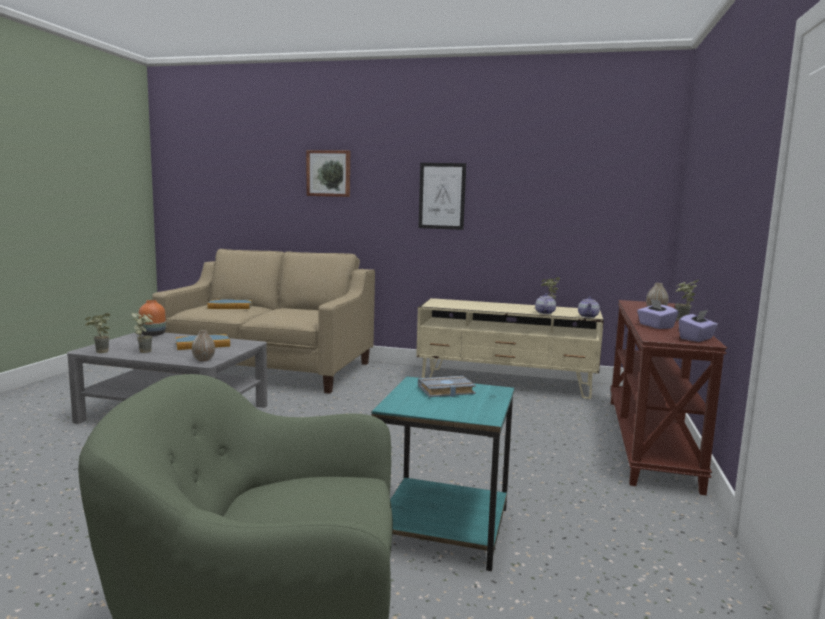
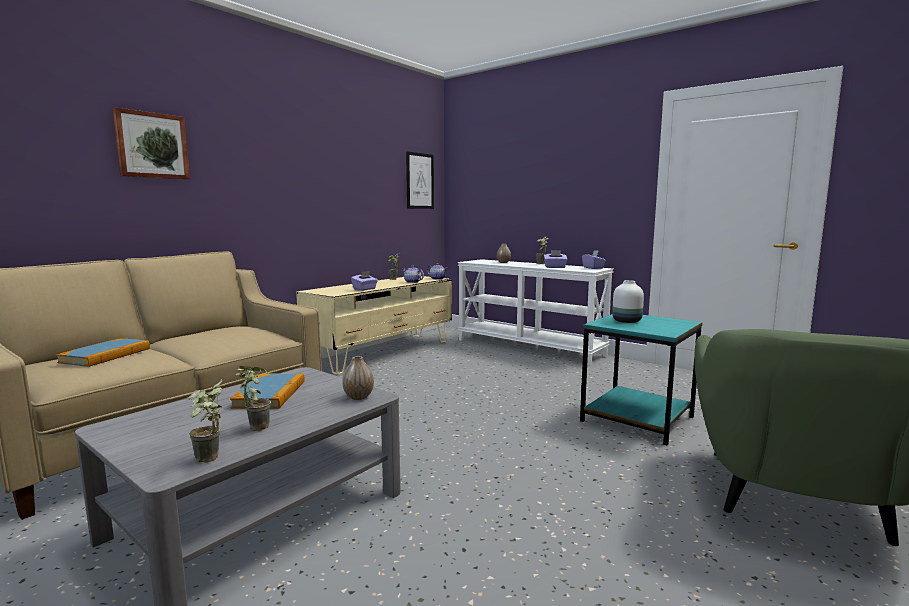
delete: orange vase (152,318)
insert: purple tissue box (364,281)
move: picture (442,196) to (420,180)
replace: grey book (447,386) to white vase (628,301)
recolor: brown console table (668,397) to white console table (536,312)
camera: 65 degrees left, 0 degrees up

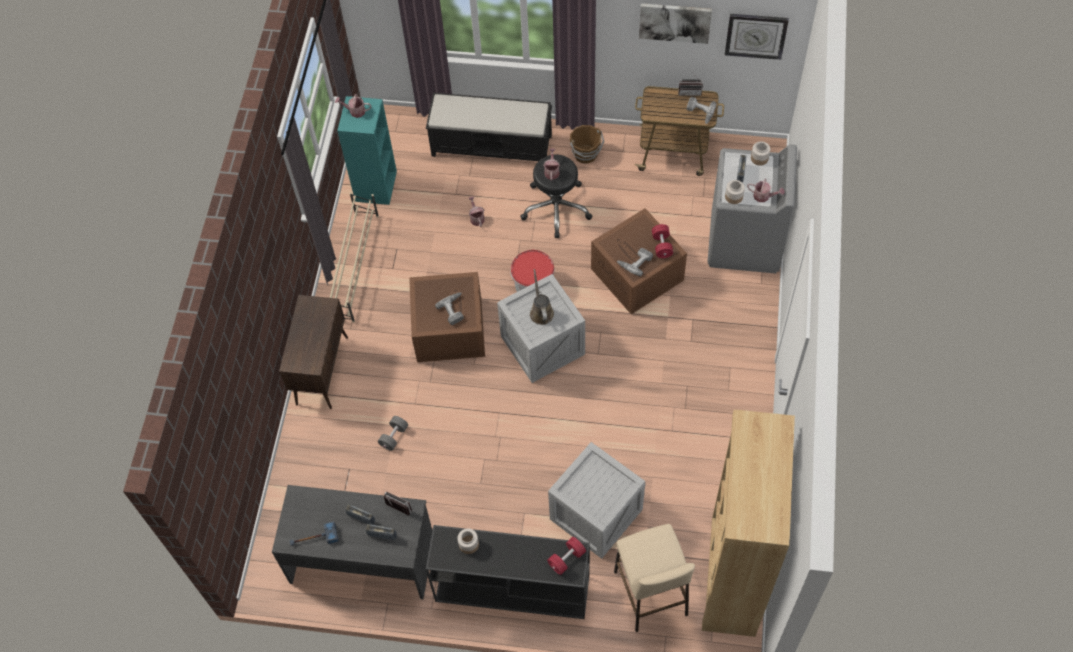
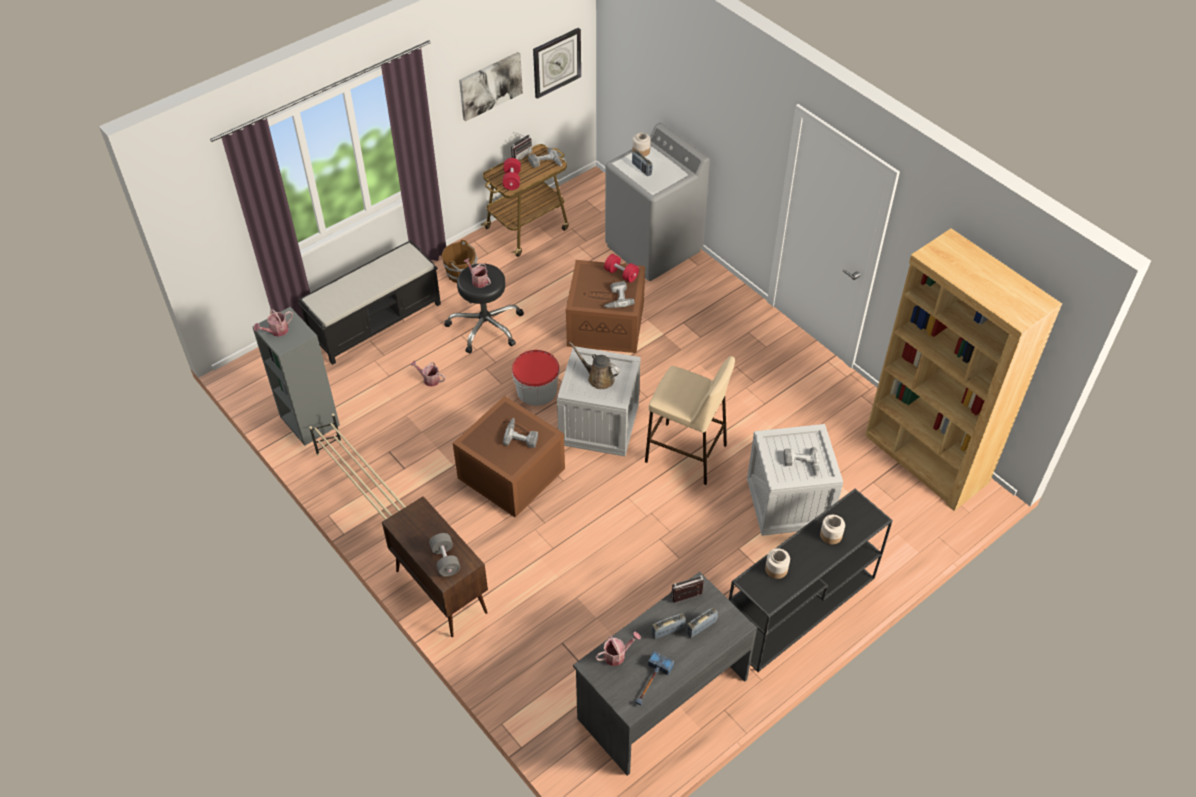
insert: power drill (801,462)
move: watering can (766,190) to (618,649); jar (735,192) to (832,529); grey dumbbell (393,433) to (444,555); beige stool (654,578) to (690,420); red dumbbell (566,556) to (512,174)
recolor: turquoise bookcase (367,150) to grey bookcase (296,376)
camera: 50 degrees left, 10 degrees down

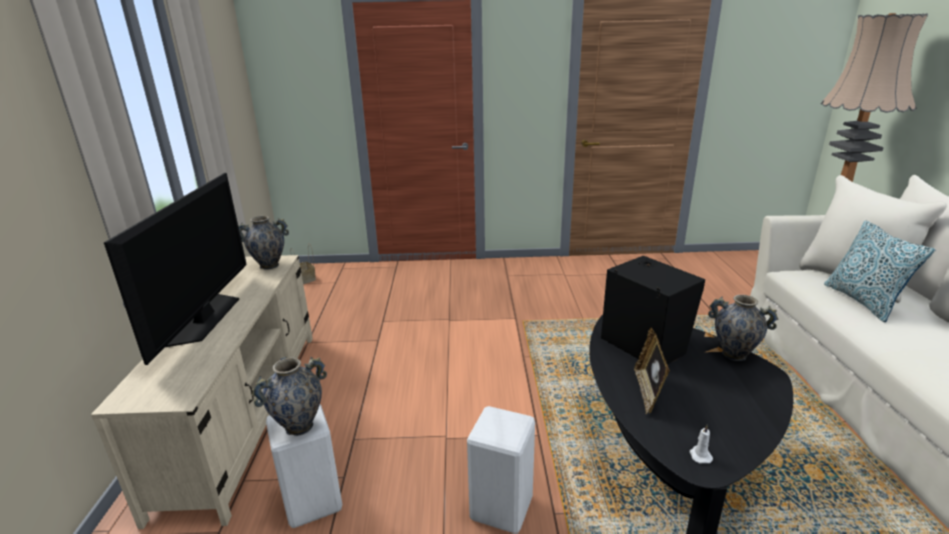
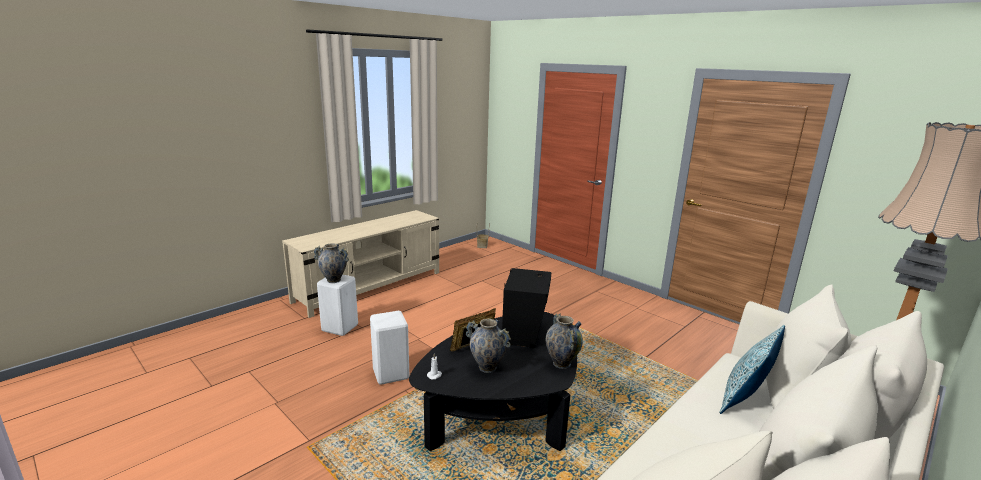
delete: television (175,269)
move: vase (263,242) to (488,346)
camera: 45 degrees right, 5 degrees down

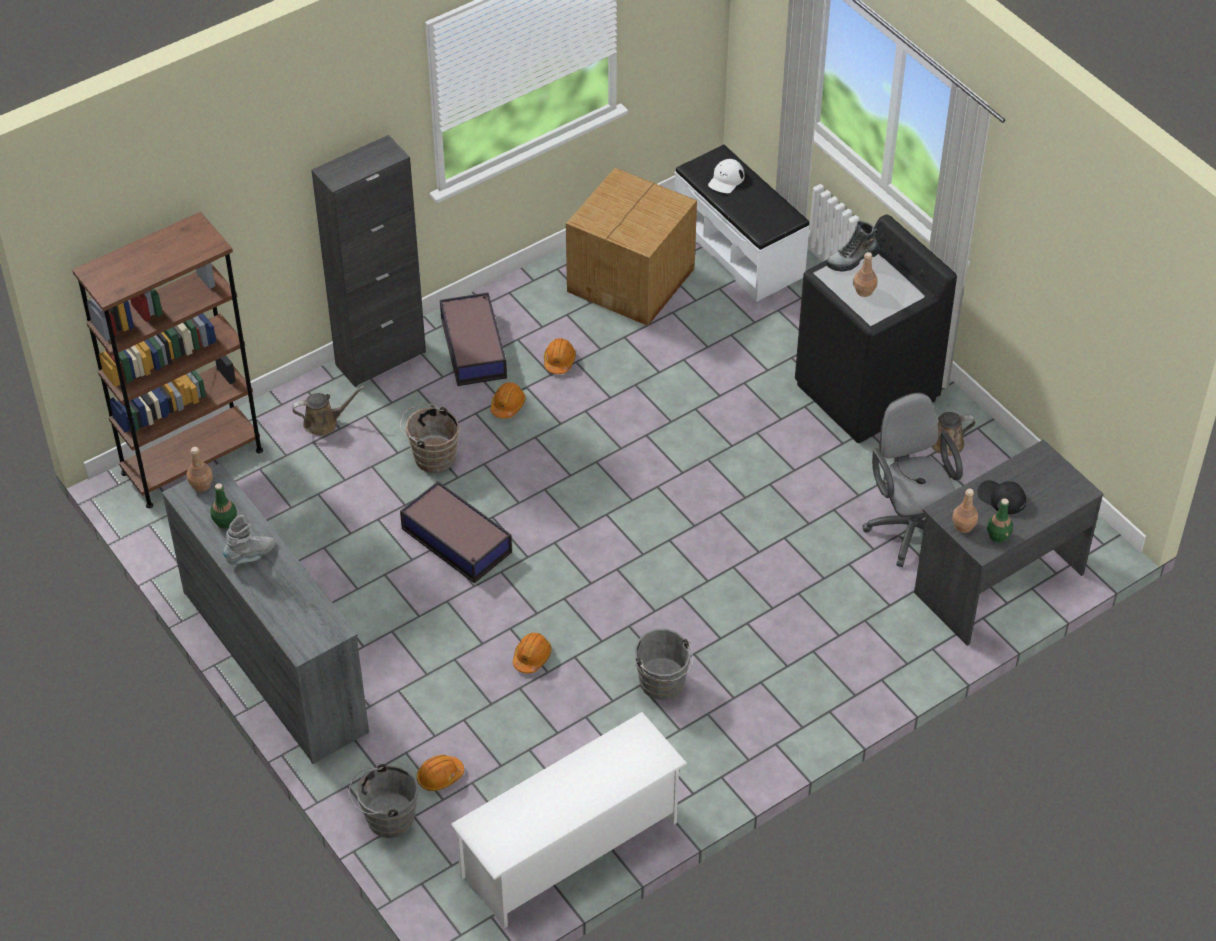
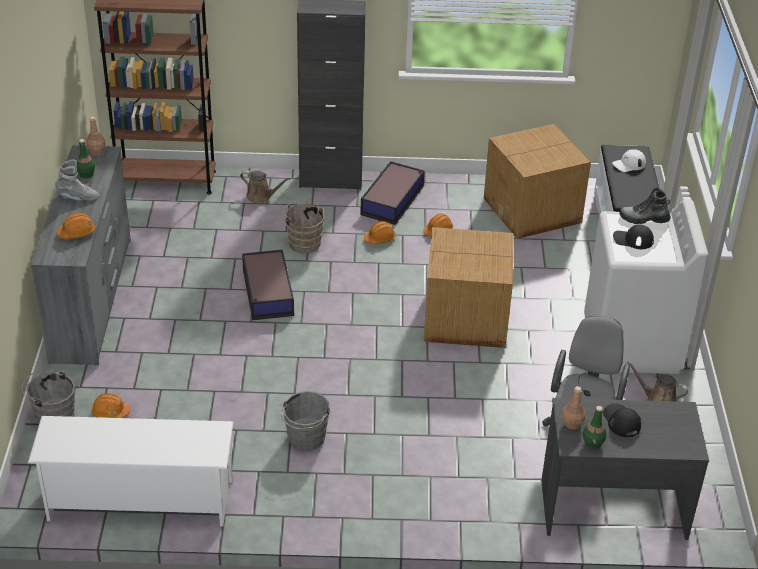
insert: cardboard box (468,287)
move: orange hard hat (532,653) to (76,226)
replace: brown bottle (865,274) to black cap (633,236)
recolor: black washing machine (876,328) to white washing machine (646,286)
camera: 35 degrees right, 10 degrees down

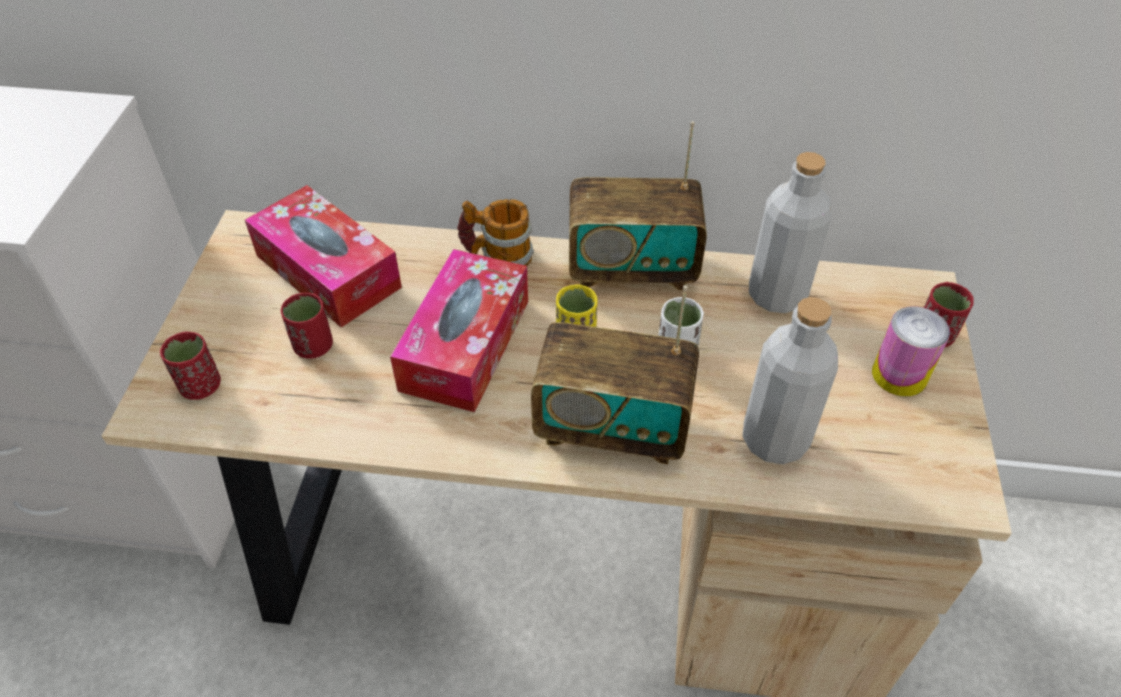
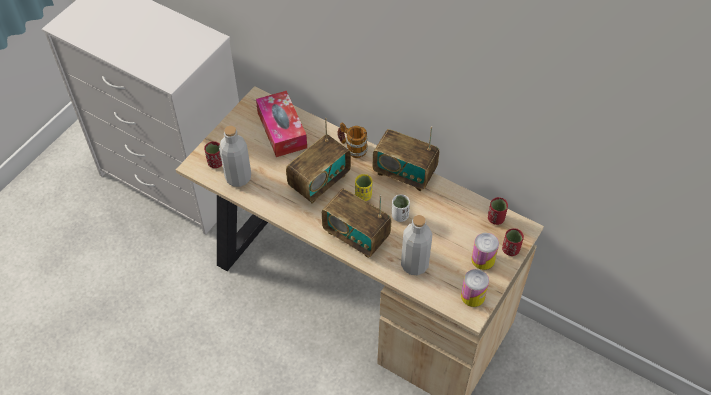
insert: can (475,288)
move: grey bottle (790,232) to (235,156); red cup (307,326) to (498,211)
replace: tissue box (459,330) to radio (318,161)
camera: 25 degrees right, 5 degrees up

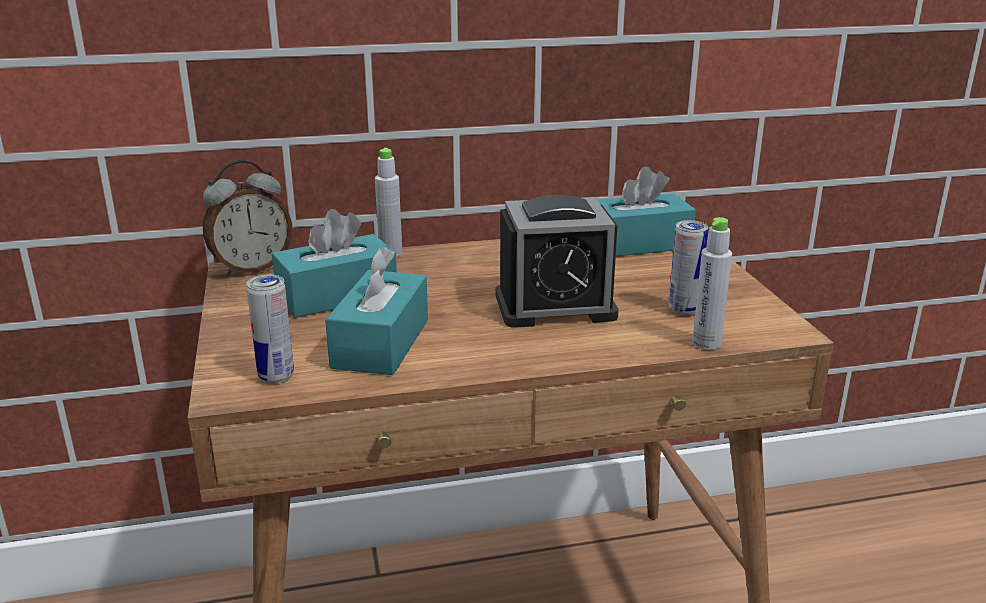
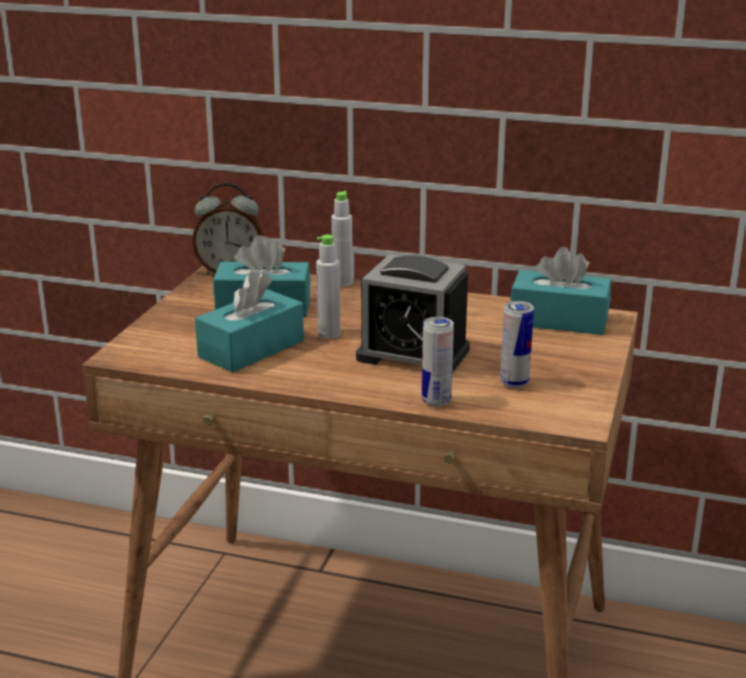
move: grey bottle (712,283) to (328,287); can (270,329) to (438,362)
camera: 30 degrees right, 0 degrees up

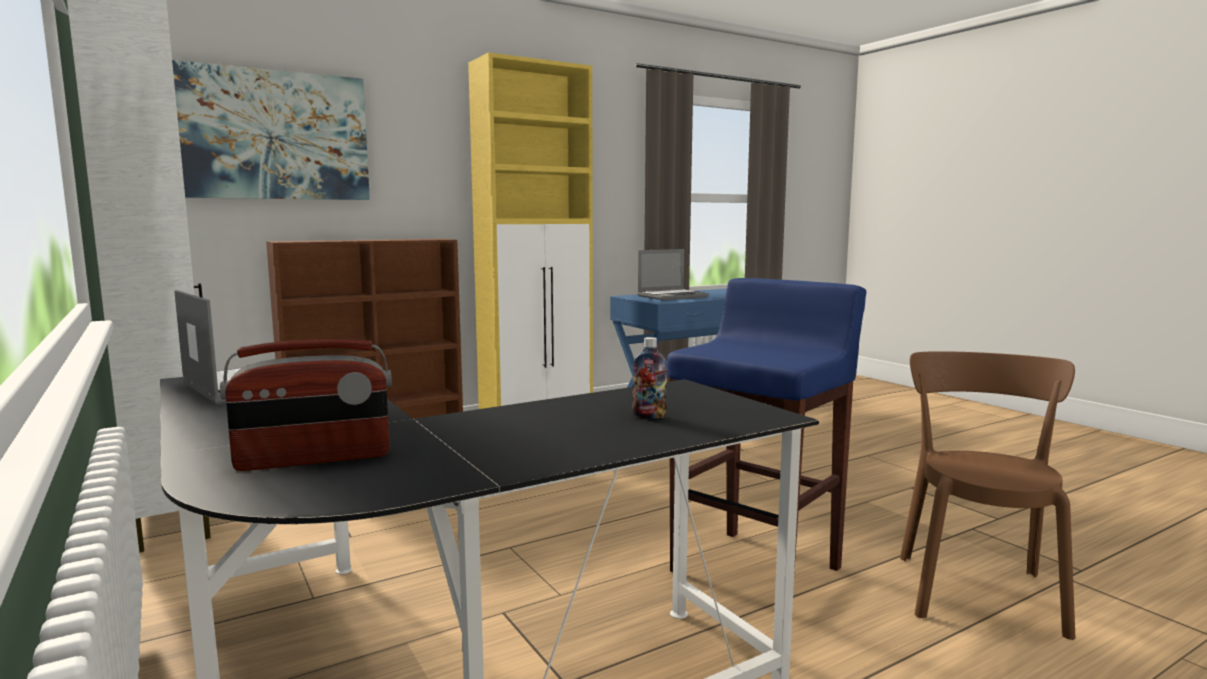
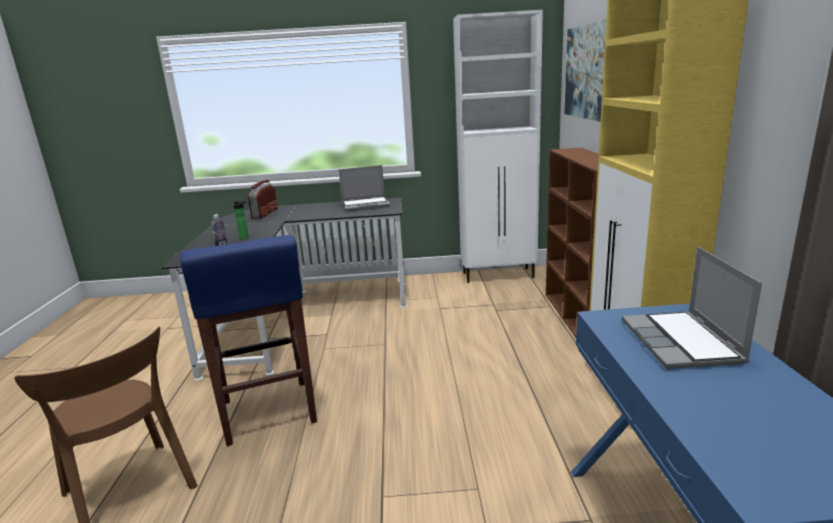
insert: bottle (241,220)
camera: 120 degrees right, 10 degrees up

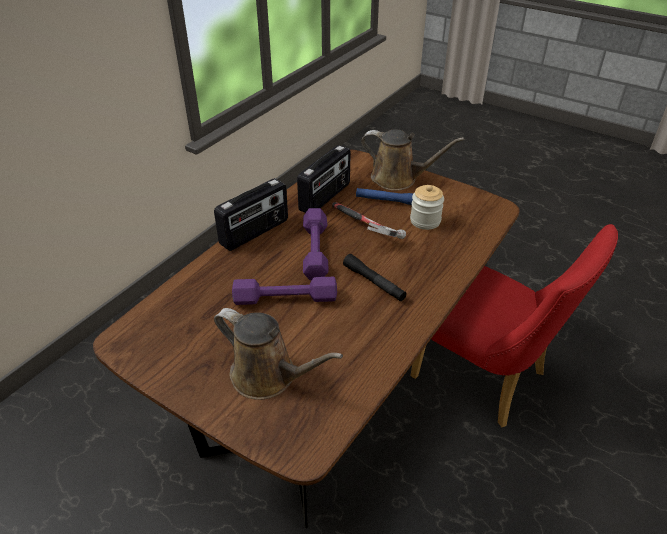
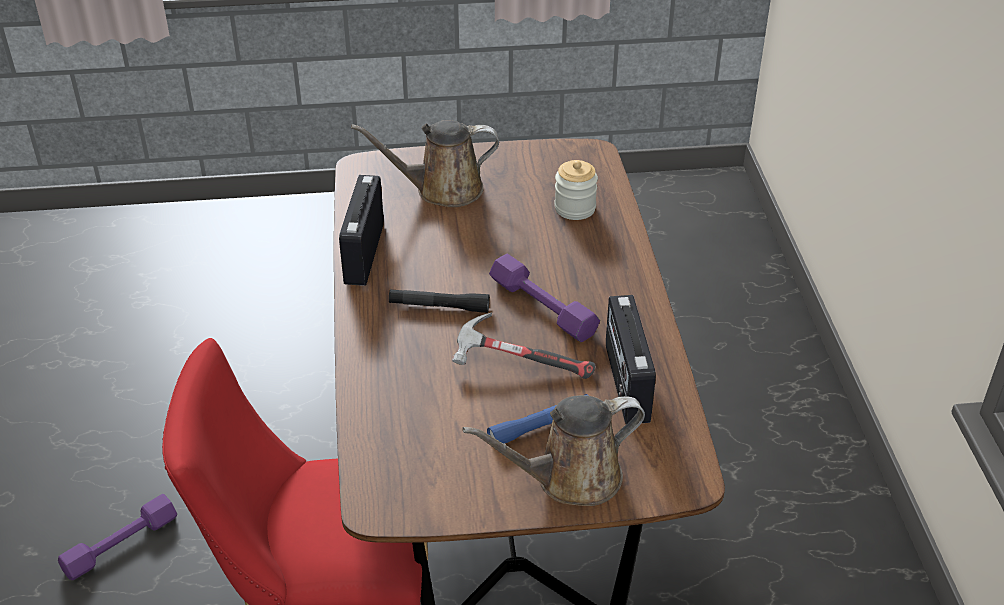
move: radio (251,214) to (361,230); jar (427,207) to (576,190); purple dumbbell (284,291) to (117,537)
camera: 140 degrees right, 0 degrees up

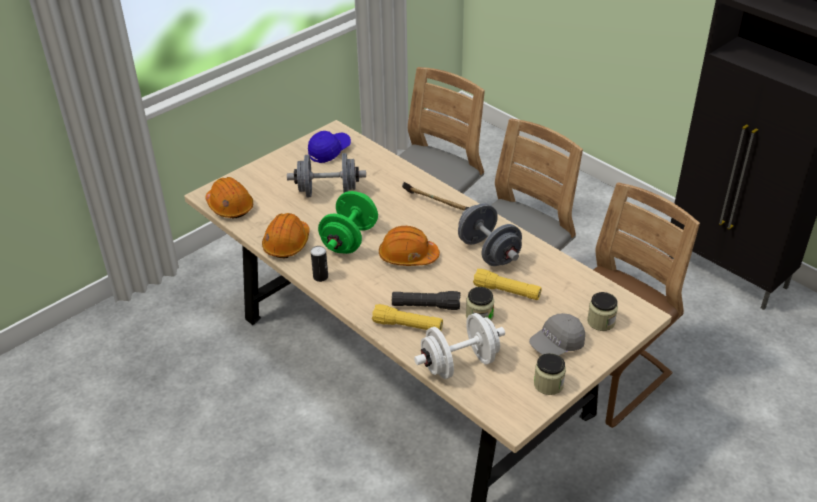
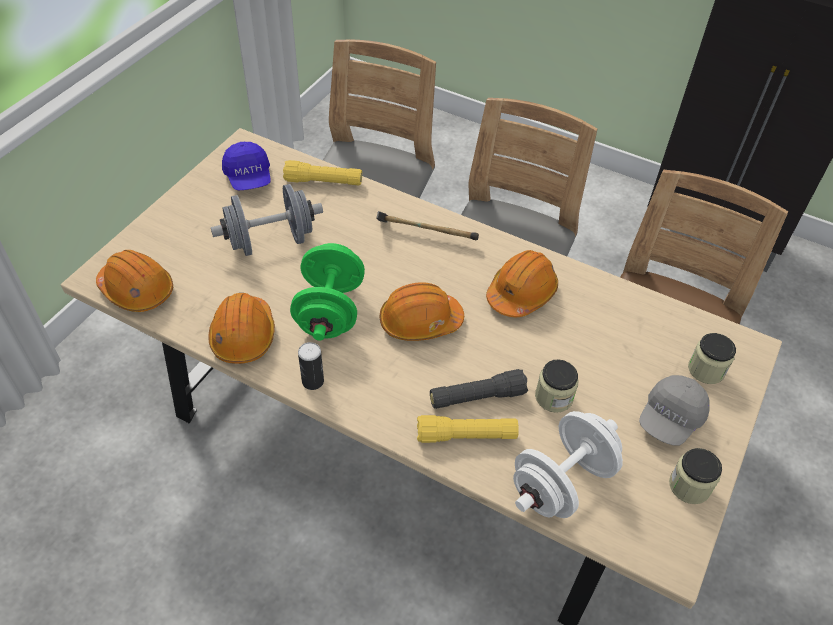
move: yellow flashlight (507,284) to (322,172)
replace: grey dumbbell (490,234) to orange hard hat (522,283)
rotate: blue cap (329,147) = (246,166) 135 degrees clockwise
camera: 20 degrees left, 10 degrees up

